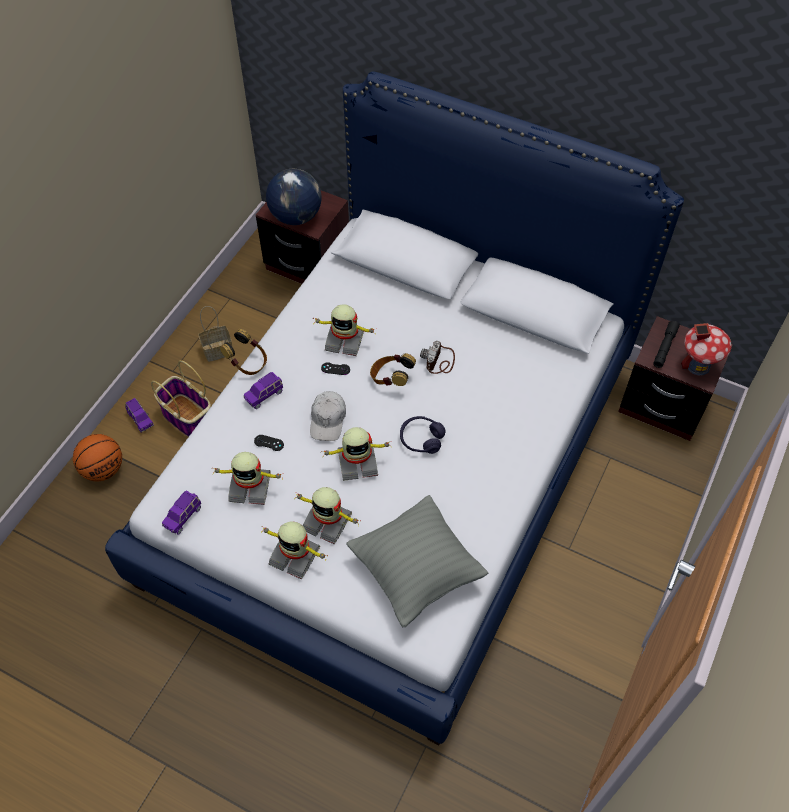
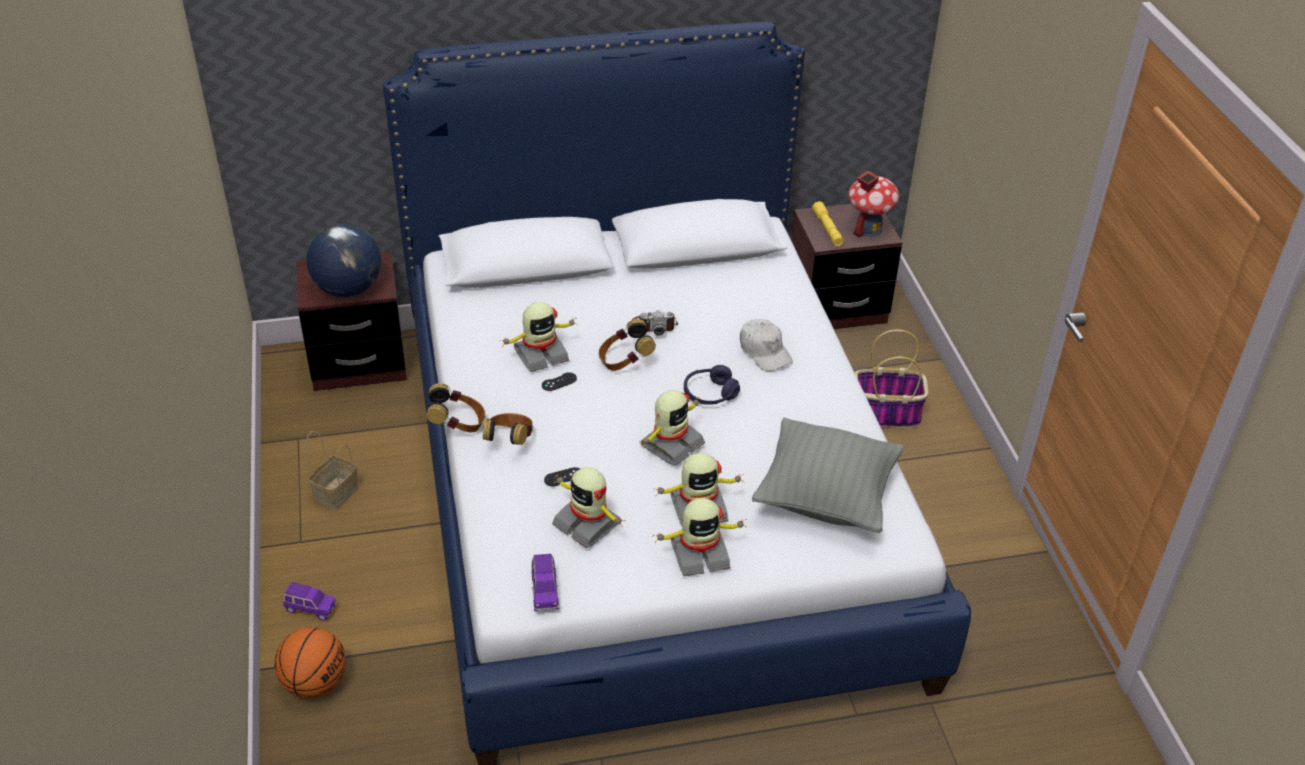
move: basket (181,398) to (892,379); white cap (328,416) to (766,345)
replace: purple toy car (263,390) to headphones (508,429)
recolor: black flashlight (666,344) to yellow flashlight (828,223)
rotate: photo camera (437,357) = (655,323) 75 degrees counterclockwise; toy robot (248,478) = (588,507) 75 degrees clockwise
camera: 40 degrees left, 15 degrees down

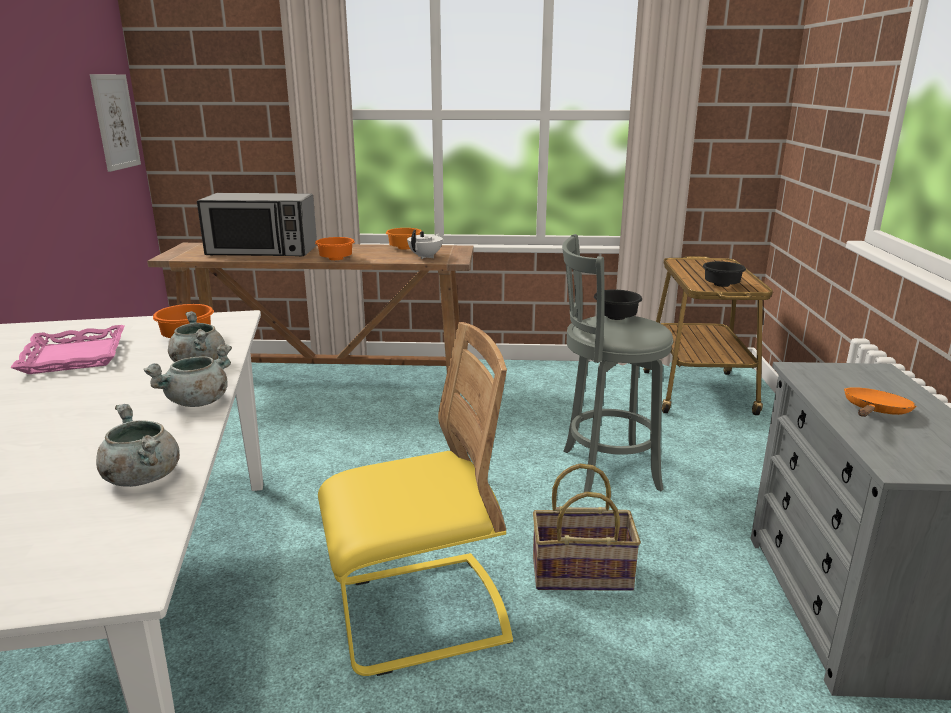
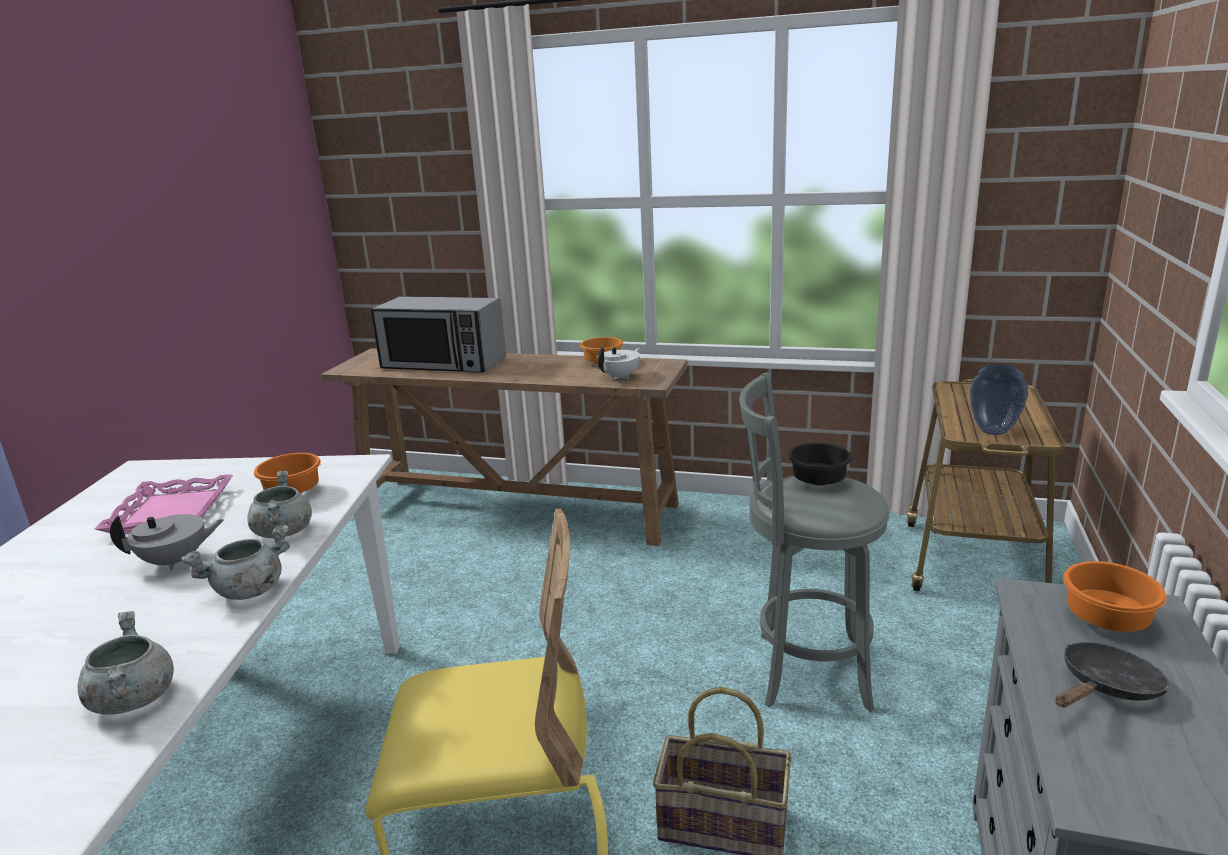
delete: picture (115,123)
insert: grey teapot (167,542)
move: orange bowl (335,248) to (1115,596)
replace: black bowl (724,274) to vase (999,399)
recolor: orange frying pan (880,402) to black frying pan (1112,675)
camera: 15 degrees right, 0 degrees up

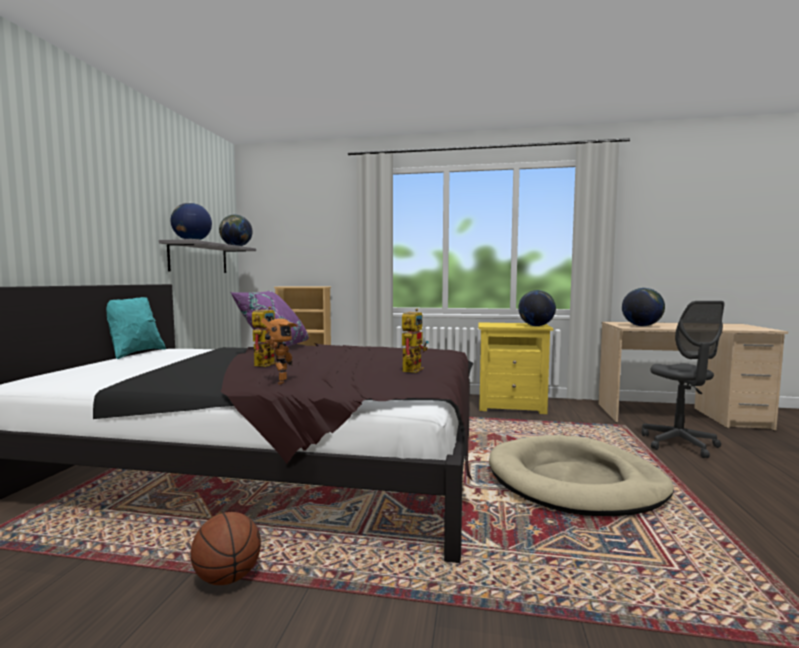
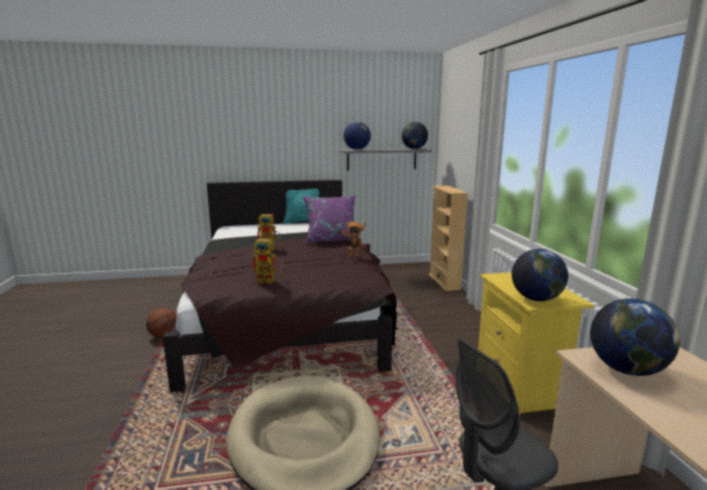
move: toy robot (279,351) to (352,239)
camera: 70 degrees right, 10 degrees up

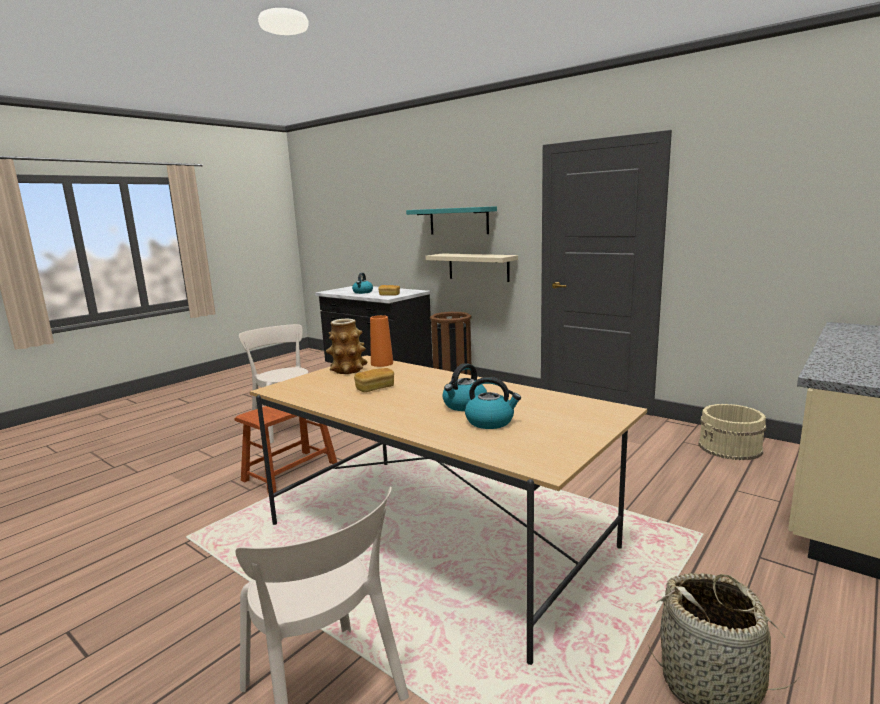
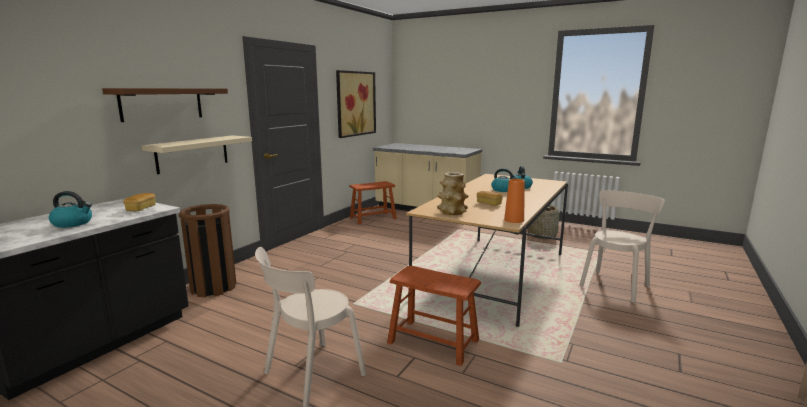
insert: picture (356,104)
move: orange vase (381,341) to (514,201)
replace: beige bucket (732,432) to brown stool (373,202)
recolor: turquoise shelf (451,220) to brown shelf (165,105)
camera: 100 degrees left, 0 degrees up

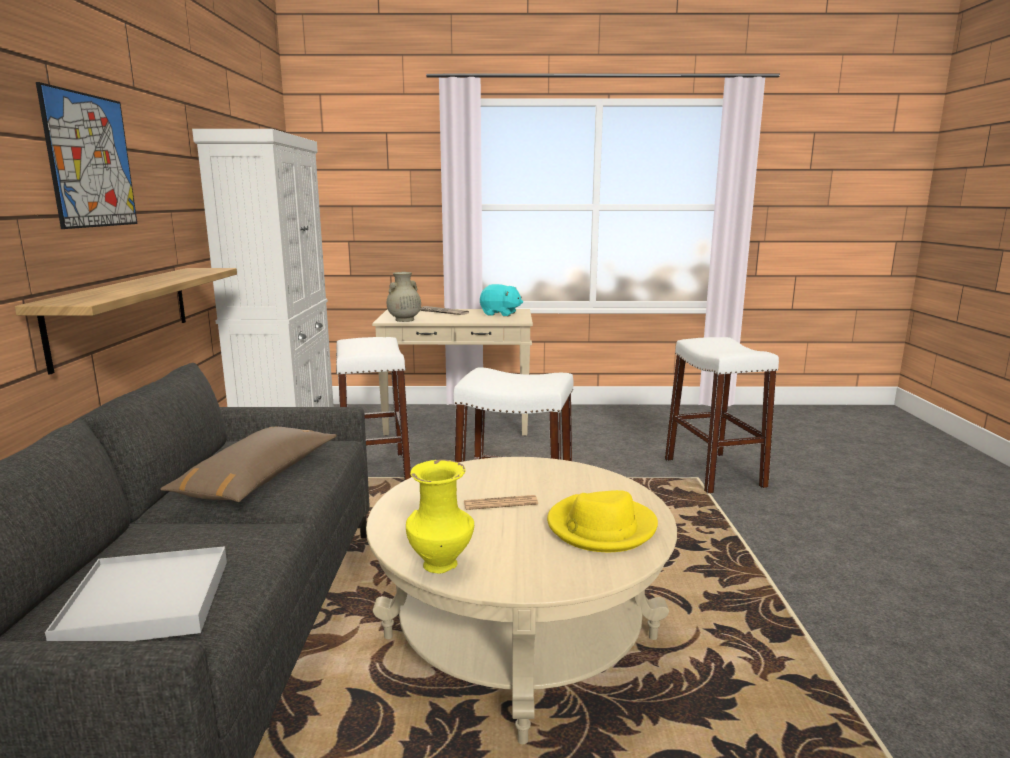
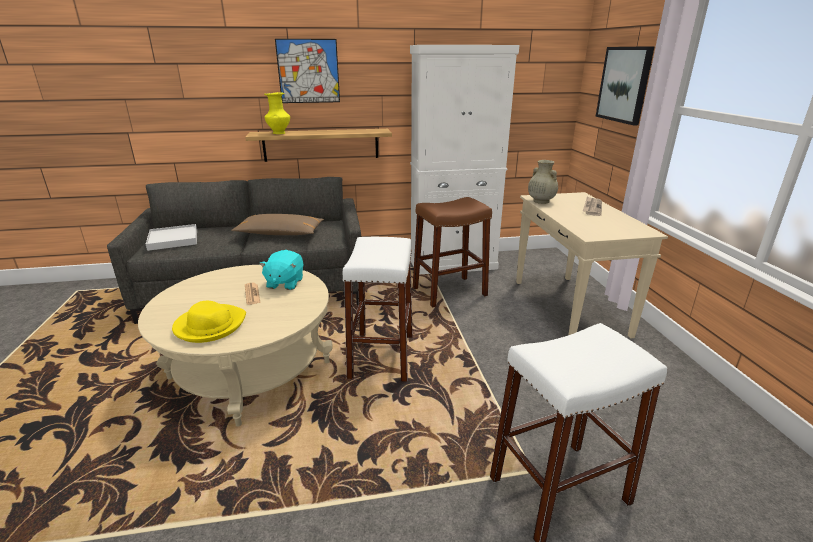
insert: picture (625,85)
move: turquoise plush toy (501,300) to (281,270); yellow vase (440,516) to (277,113)
recolor: white stool (373,409) to brown stool (452,252)
camera: 80 degrees right, 10 degrees up

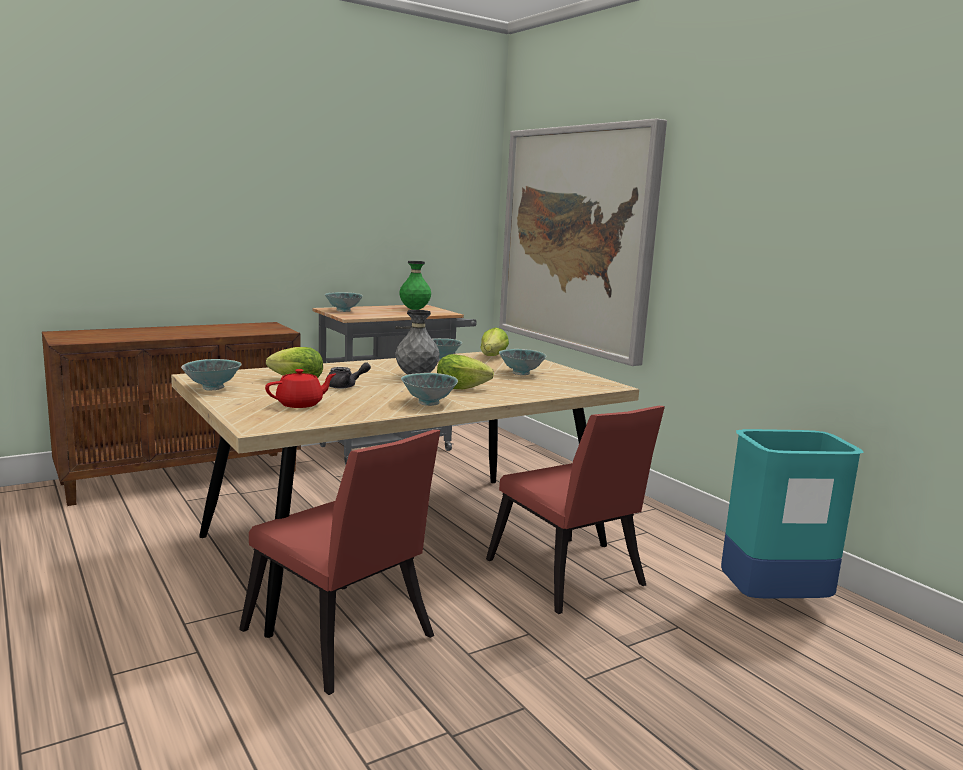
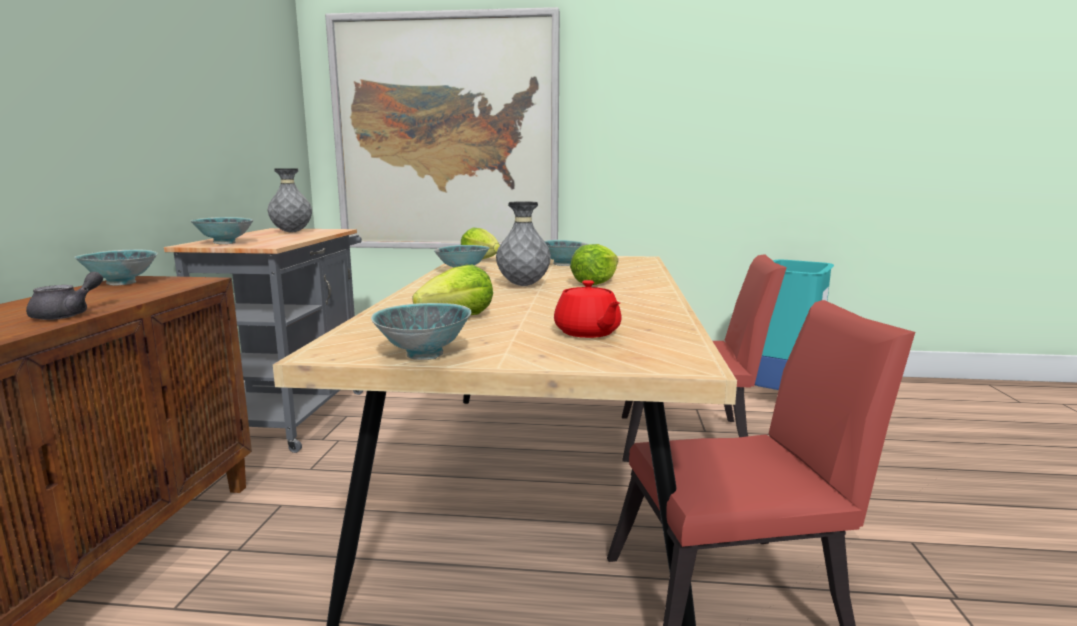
move: grey teapot (349,375) to (64,296); bowl (429,389) to (116,267)
recolor: green vase (415,285) to grey vase (290,200)
rotate: red teapot (300,388) = (588,309) 150 degrees clockwise
camera: 50 degrees left, 0 degrees up

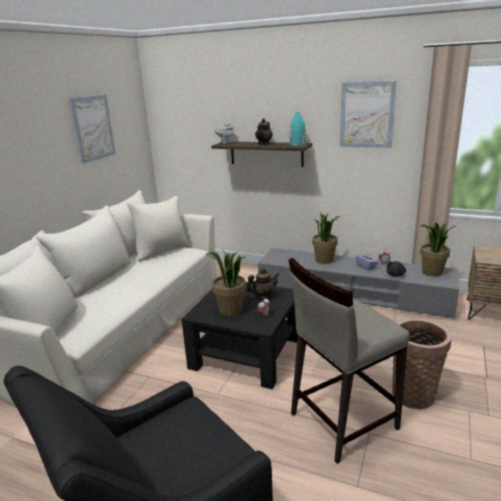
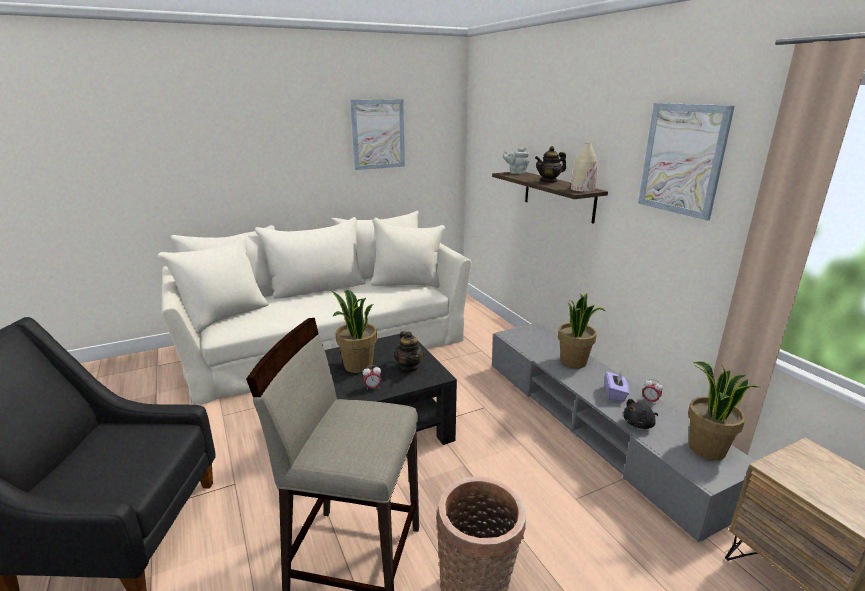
recolor: turquoise vase (298,129) to beige vase (584,167)
rotate: teapot (262,284) = (409,351) 45 degrees clockwise
camera: 40 degrees right, 0 degrees up

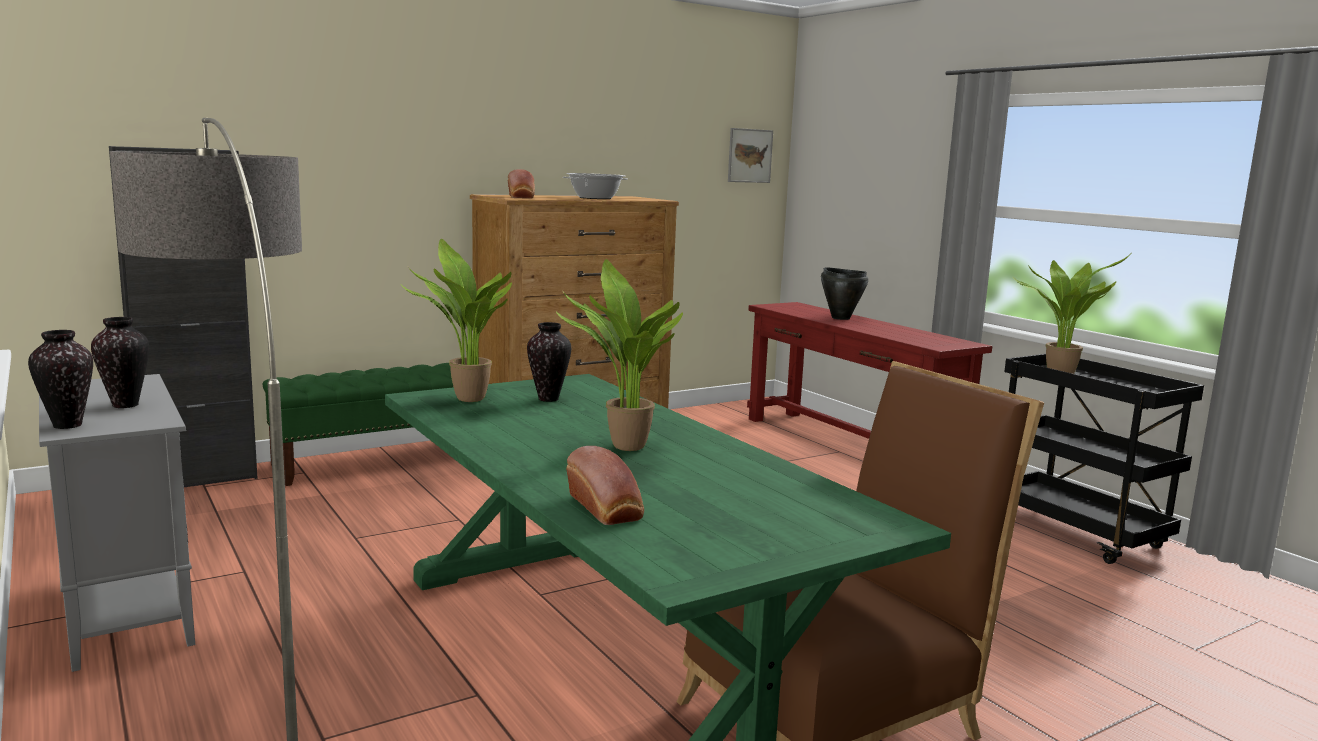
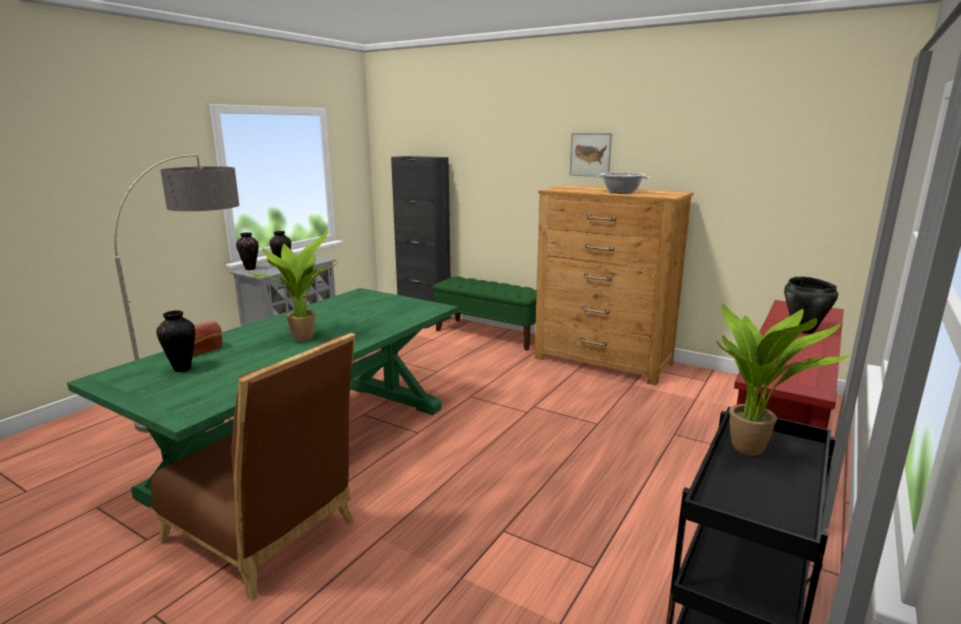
delete: bread (521,184); potted plant (456,320)
move: picture (750,155) to (591,155); vase (549,362) to (175,341)
camera: 65 degrees right, 5 degrees up

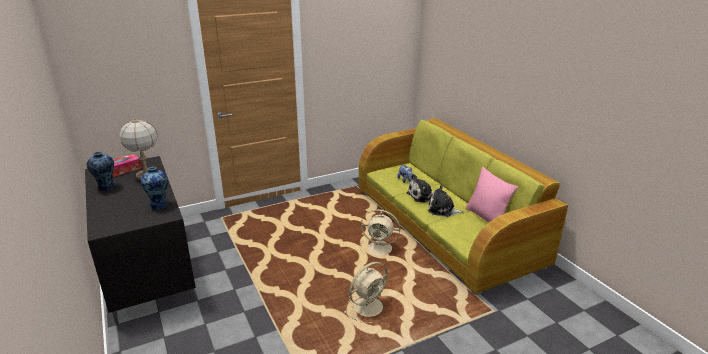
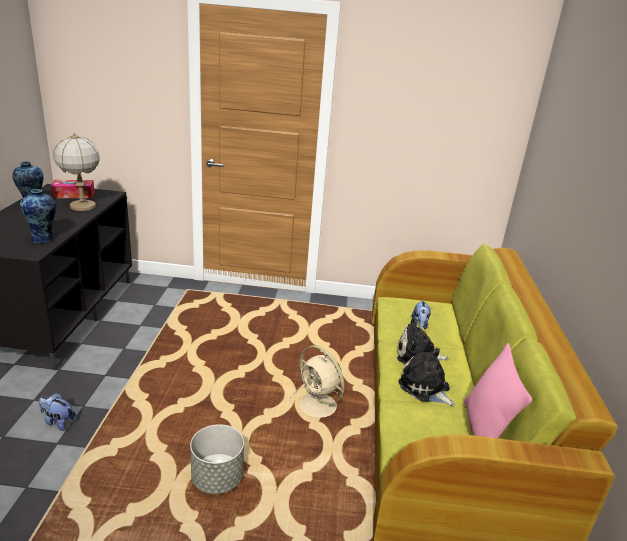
insert: plush toy (58,412)
replace: beige fan (366,292) to grey planter (217,459)
camera: 30 degrees right, 0 degrees up

